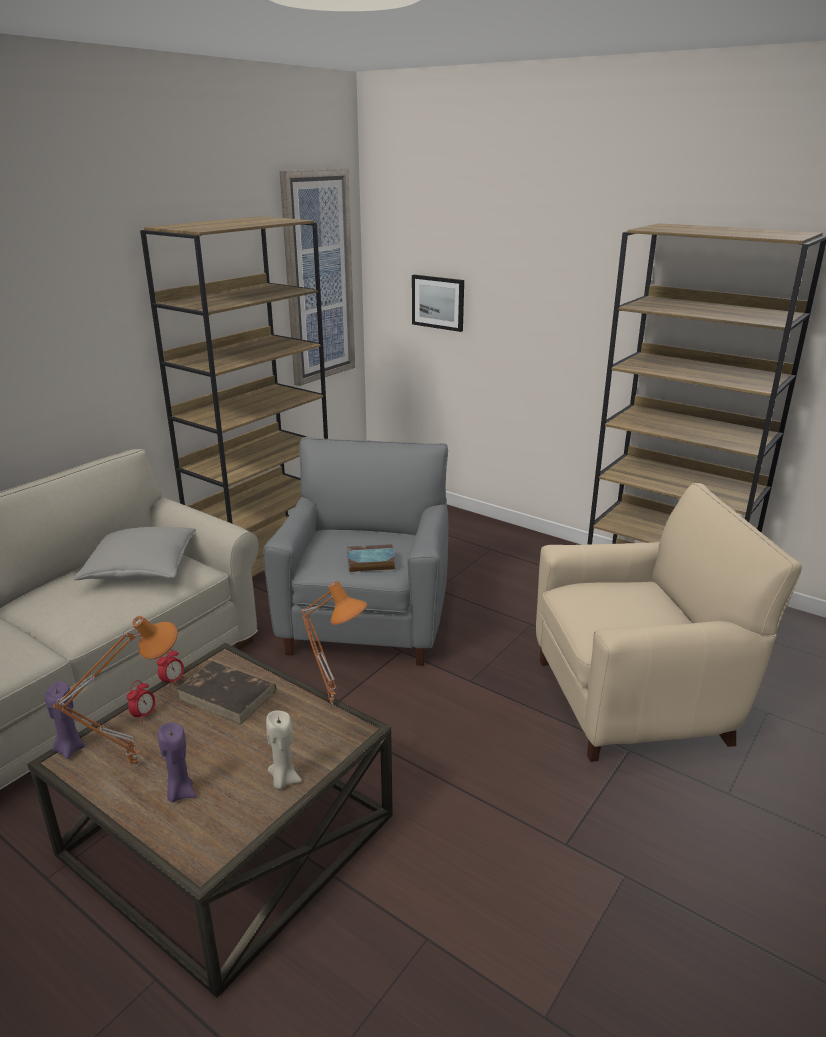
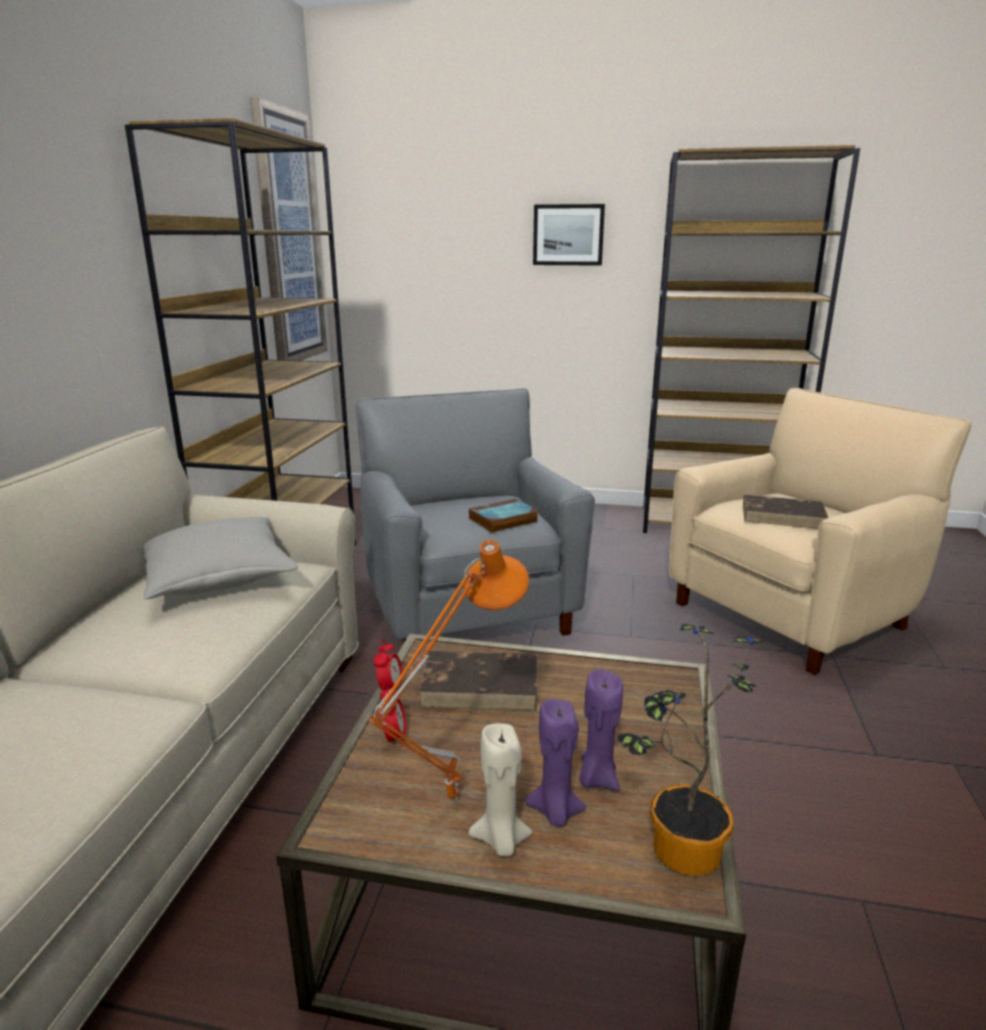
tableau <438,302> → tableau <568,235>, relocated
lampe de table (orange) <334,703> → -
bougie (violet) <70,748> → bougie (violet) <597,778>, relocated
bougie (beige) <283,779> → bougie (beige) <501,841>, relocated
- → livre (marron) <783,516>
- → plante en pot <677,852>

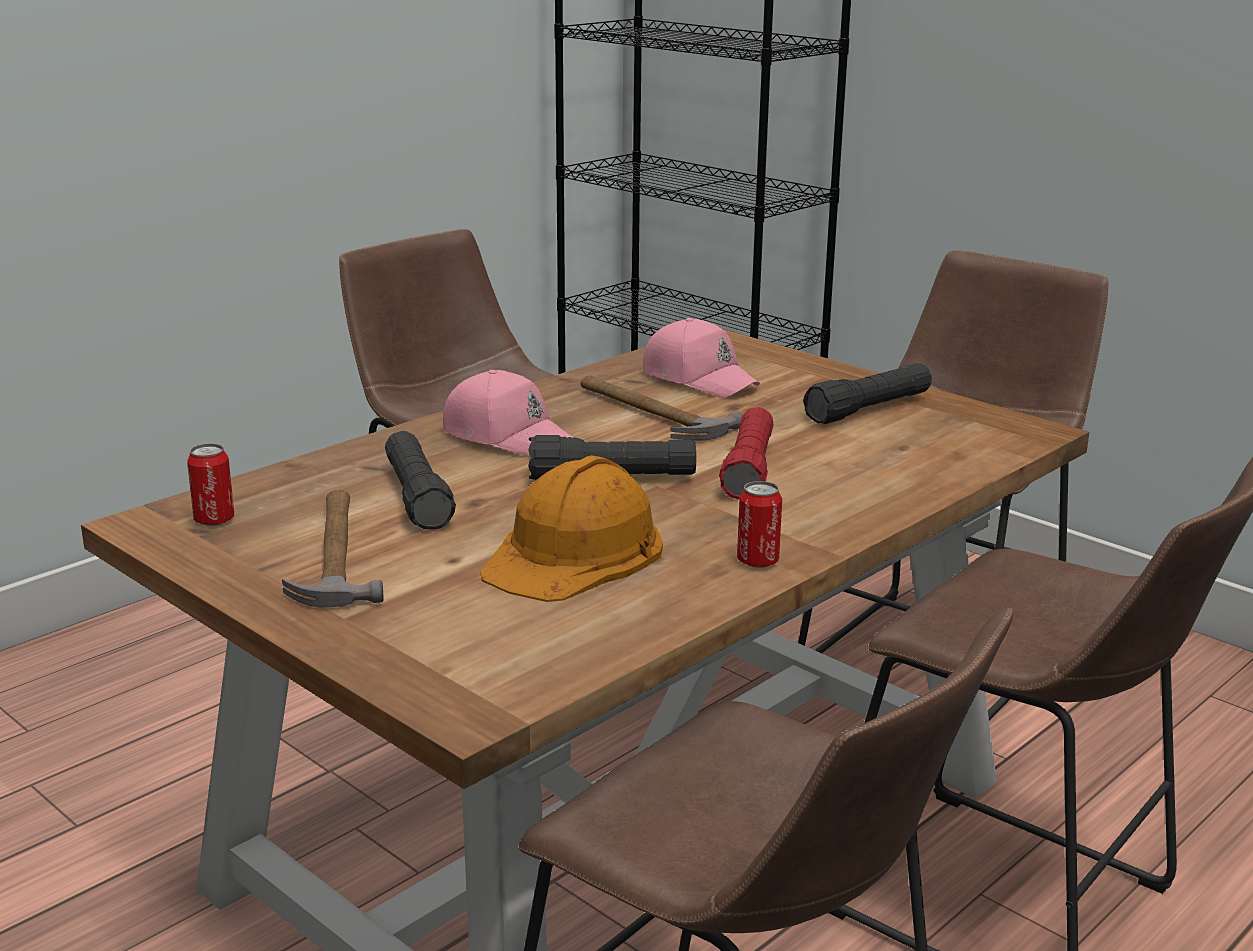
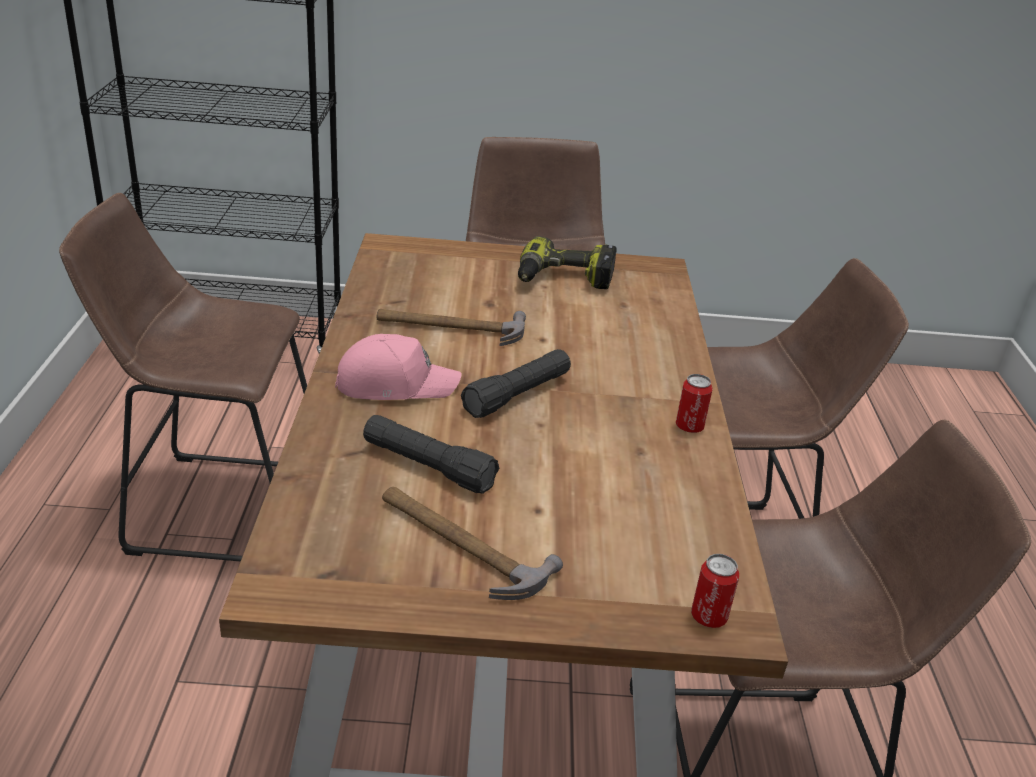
casquette (rose) <699,378> → -
lampe de poche (noir) <868,409> → perceuse <563,279>
lampe de poche (rouge) <749,470> → -
boîte métallique <214,520> → boîte métallique <708,617>, relocated
casque de chantier (orange) <575,553> → -

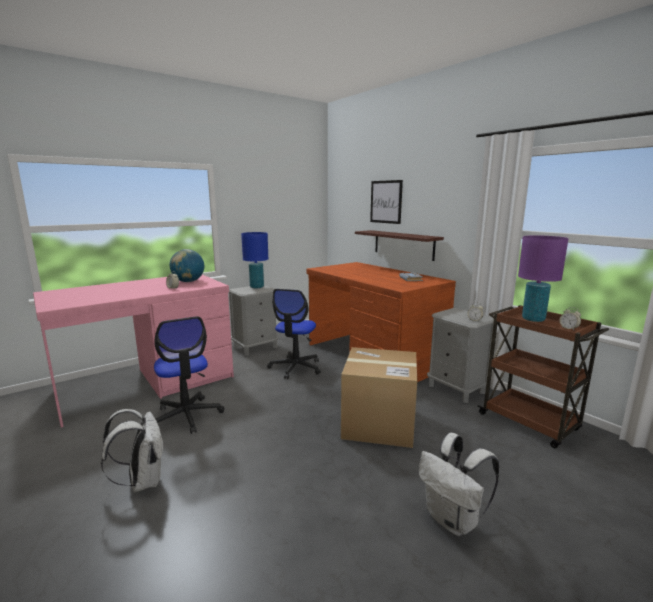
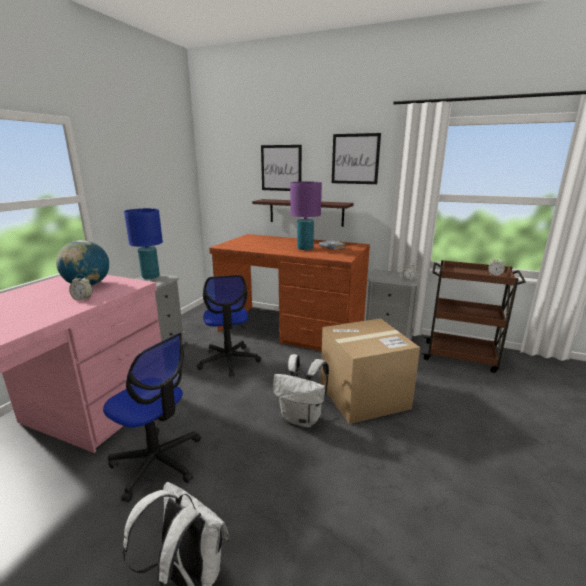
lampe de table (violet) <533,319> → lampe de table (violet) <305,248>, relocated
sac à dos (blanc) <453,520> → sac à dos (blanc) <302,418>, relocated
- → tableau <355,159>

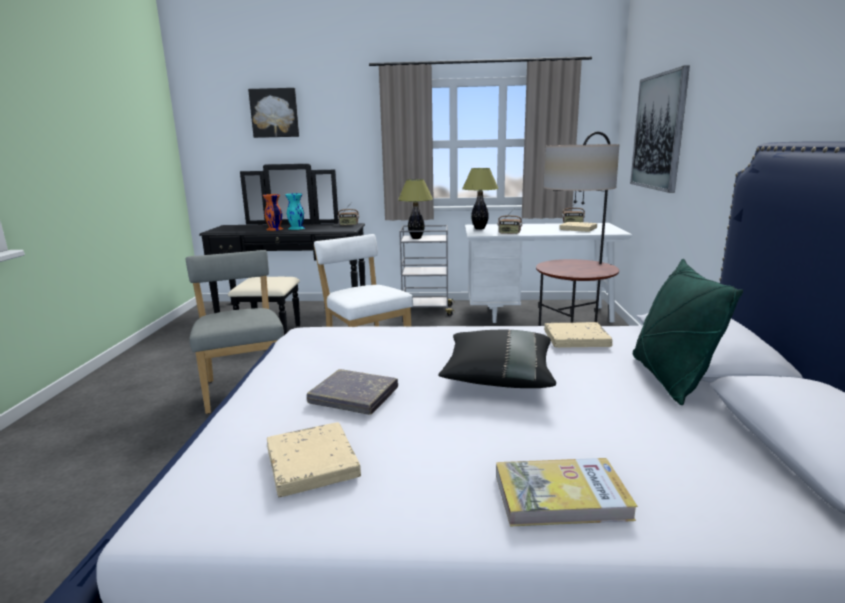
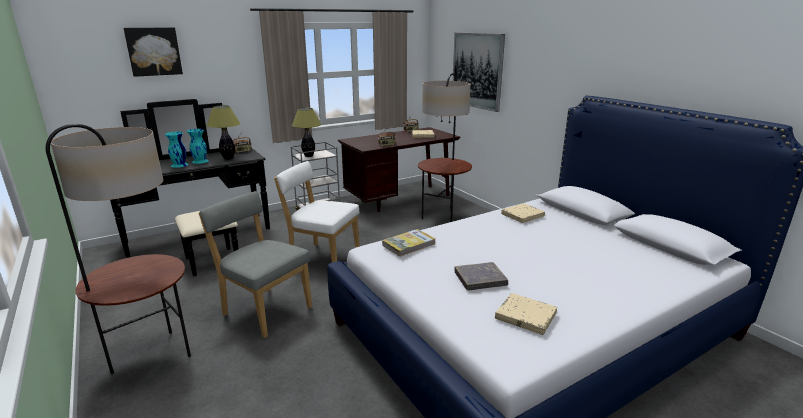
lampe de table <480,228> → lampe de table <228,158>, relocated
vase (orange) <274,229> → vase (turquoise) <179,165>
bureau (blanc) <538,315> → bureau (marron) <399,199>
coussin (vert) <669,379> → -
coussin (noir) <498,377> → -
livre <561,496> → livre <409,244>, relocated
- → lampadaire <151,356>

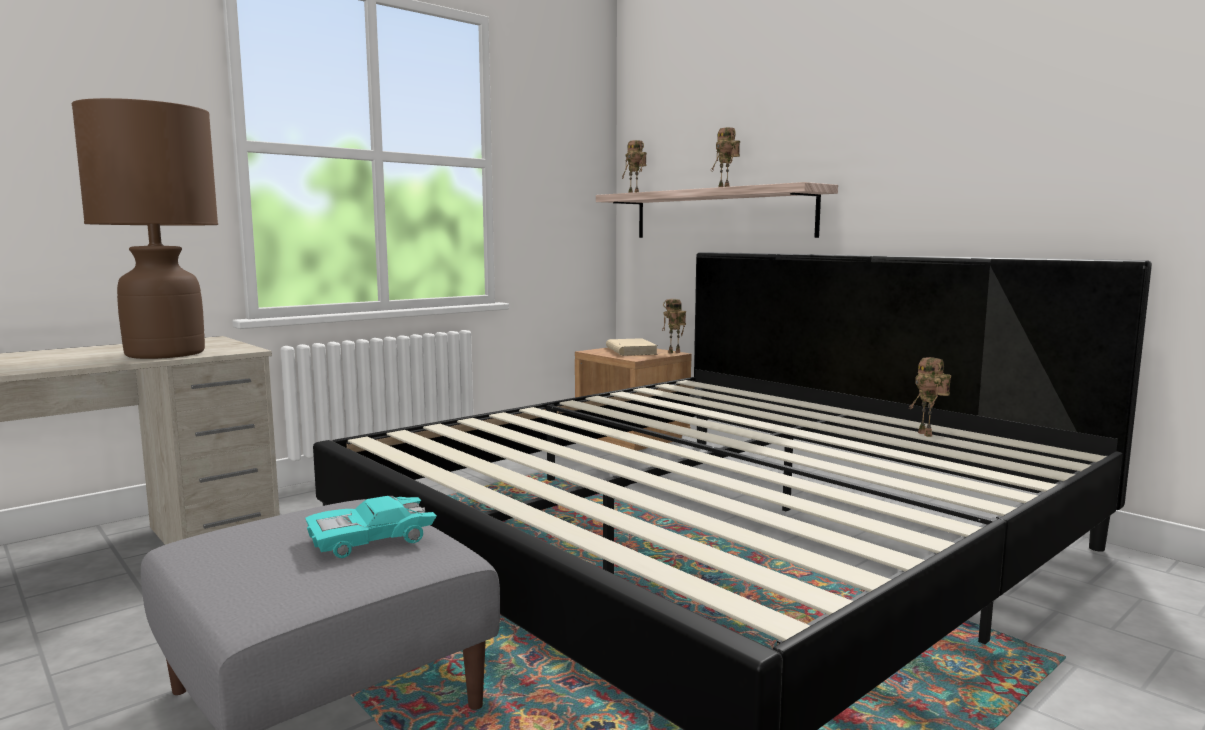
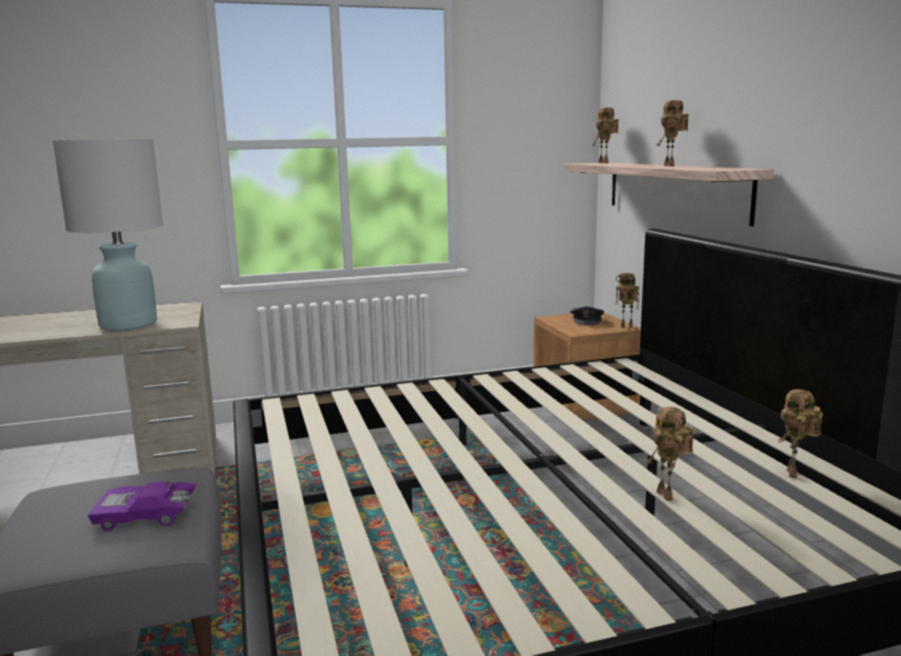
lampe de table (marron) <166,354> → lampe de table (blanc) <129,324>
livre (beige) <630,351> → casquette (gris) <587,320>
petite voiture (turquoise) <371,539> → petite voiture (violet) <146,515>
- → robot jouet <667,496>

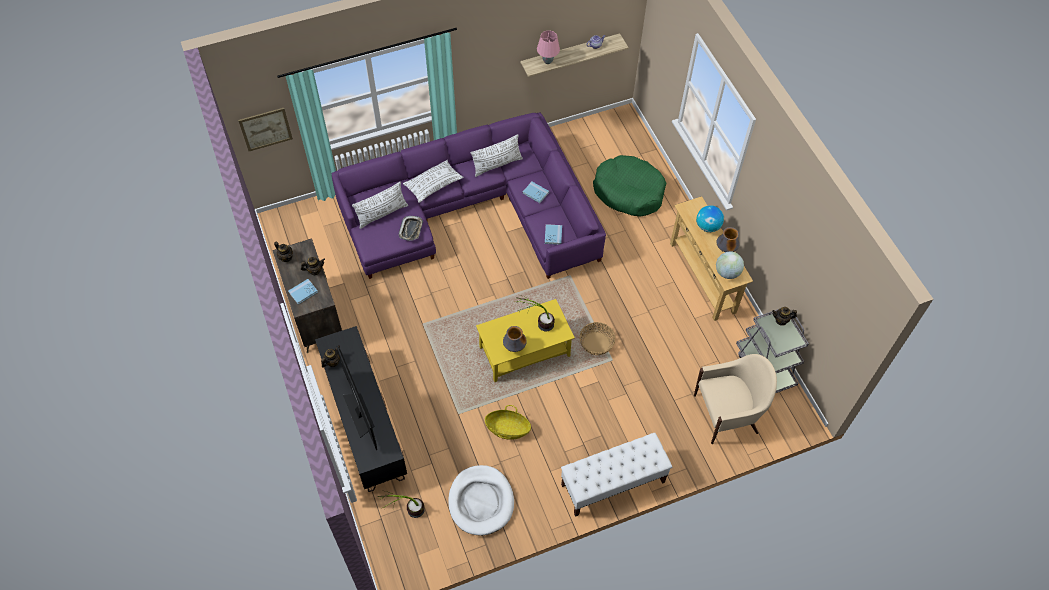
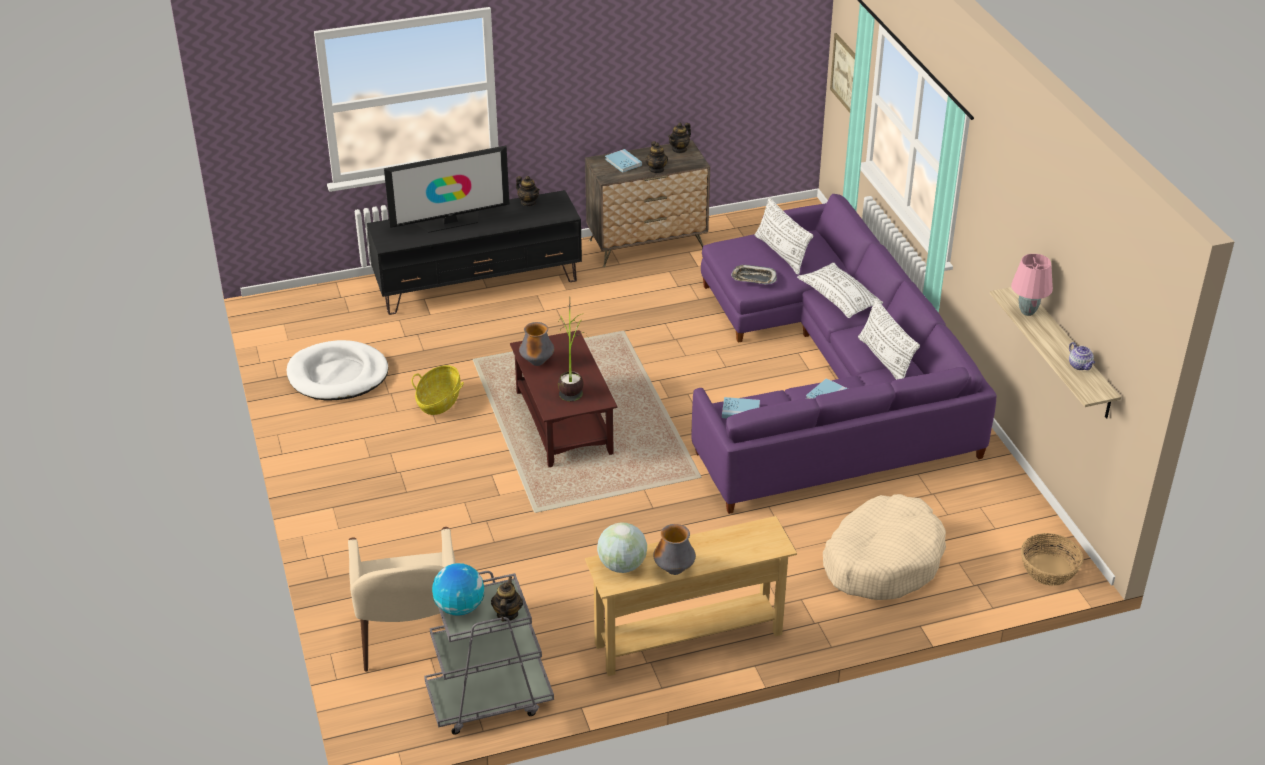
panier pour chien (vert) <628,192> → panier pour chien (beige) <883,560>
globe <707,226> → globe <459,607>, relocated
table basse (jaune) <525,351> → table basse (marron) <564,423>
panier <596,343> → panier <1049,570>, relocated
banc (blanc) <612,484> → -
plante en pot <405,511> → -

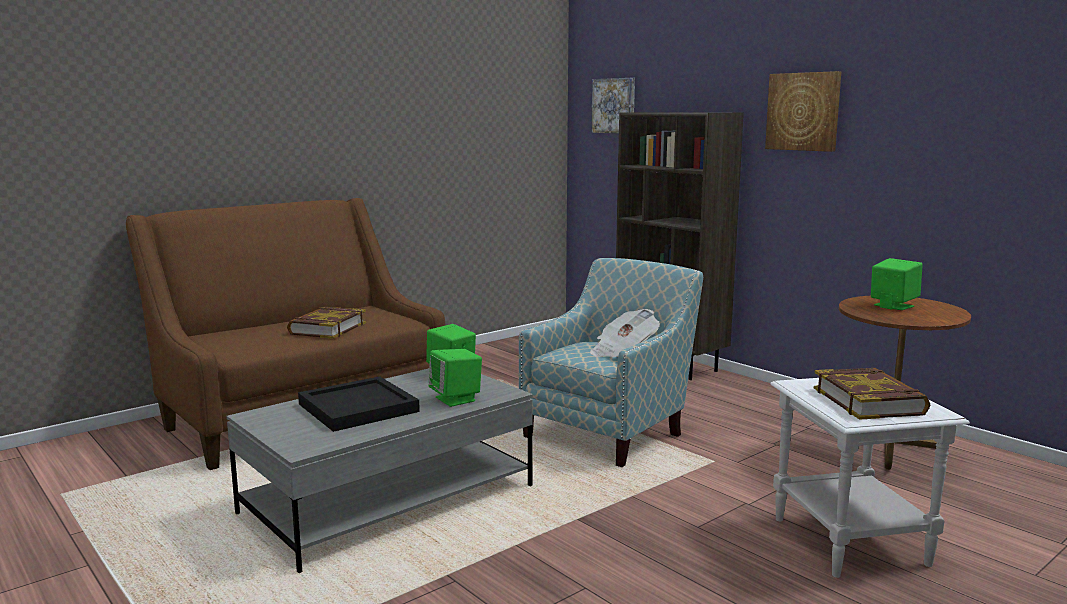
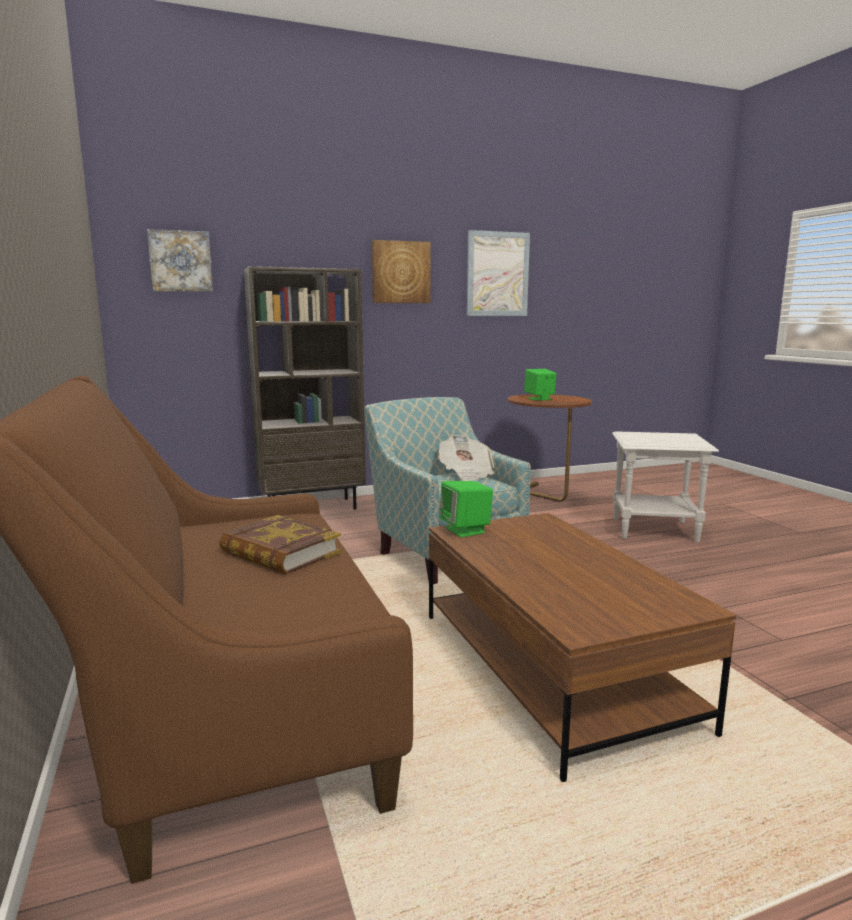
enceinte (vert) <456,399> → -
table basse (gris) <389,499> → table basse (marron) <550,668>
livre <869,401> → -
plateau (noir) <359,408> → -
- → tableau <497,274>

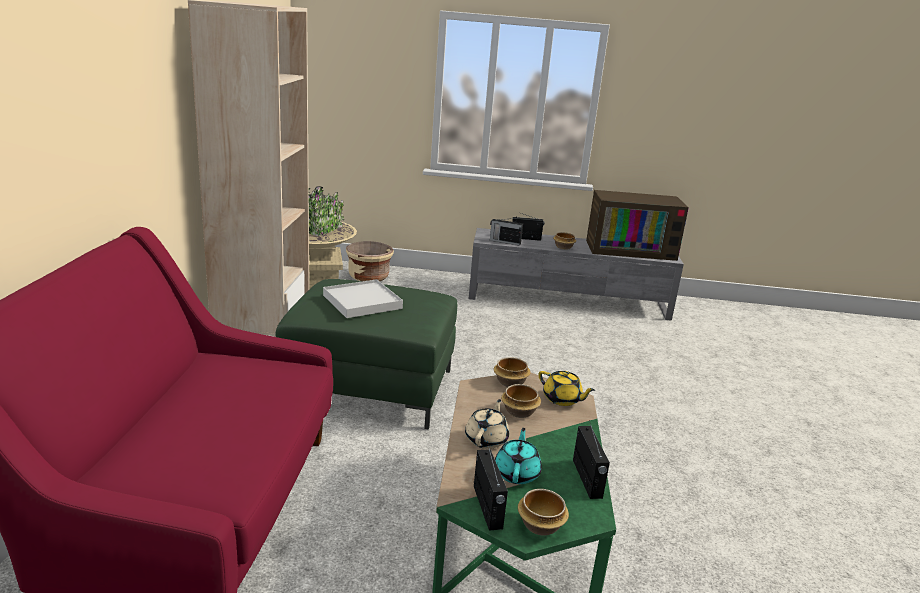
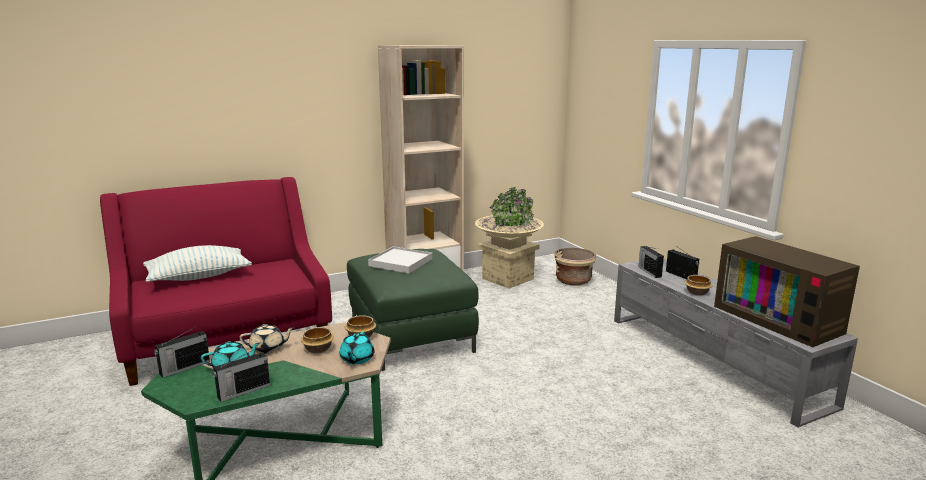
théière (jaune) <562,399> → théière (turquoise) <357,359>
bol <541,525> → -
- → coussin <199,277>

